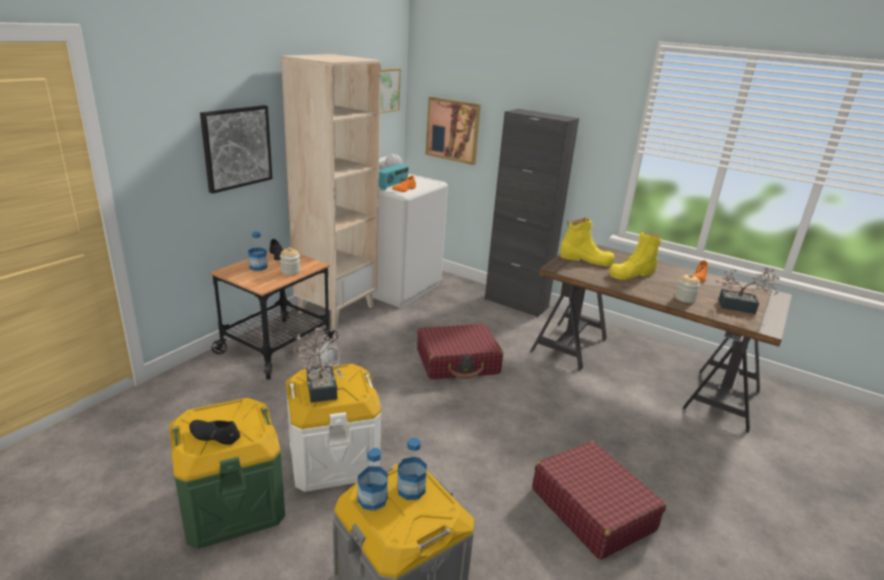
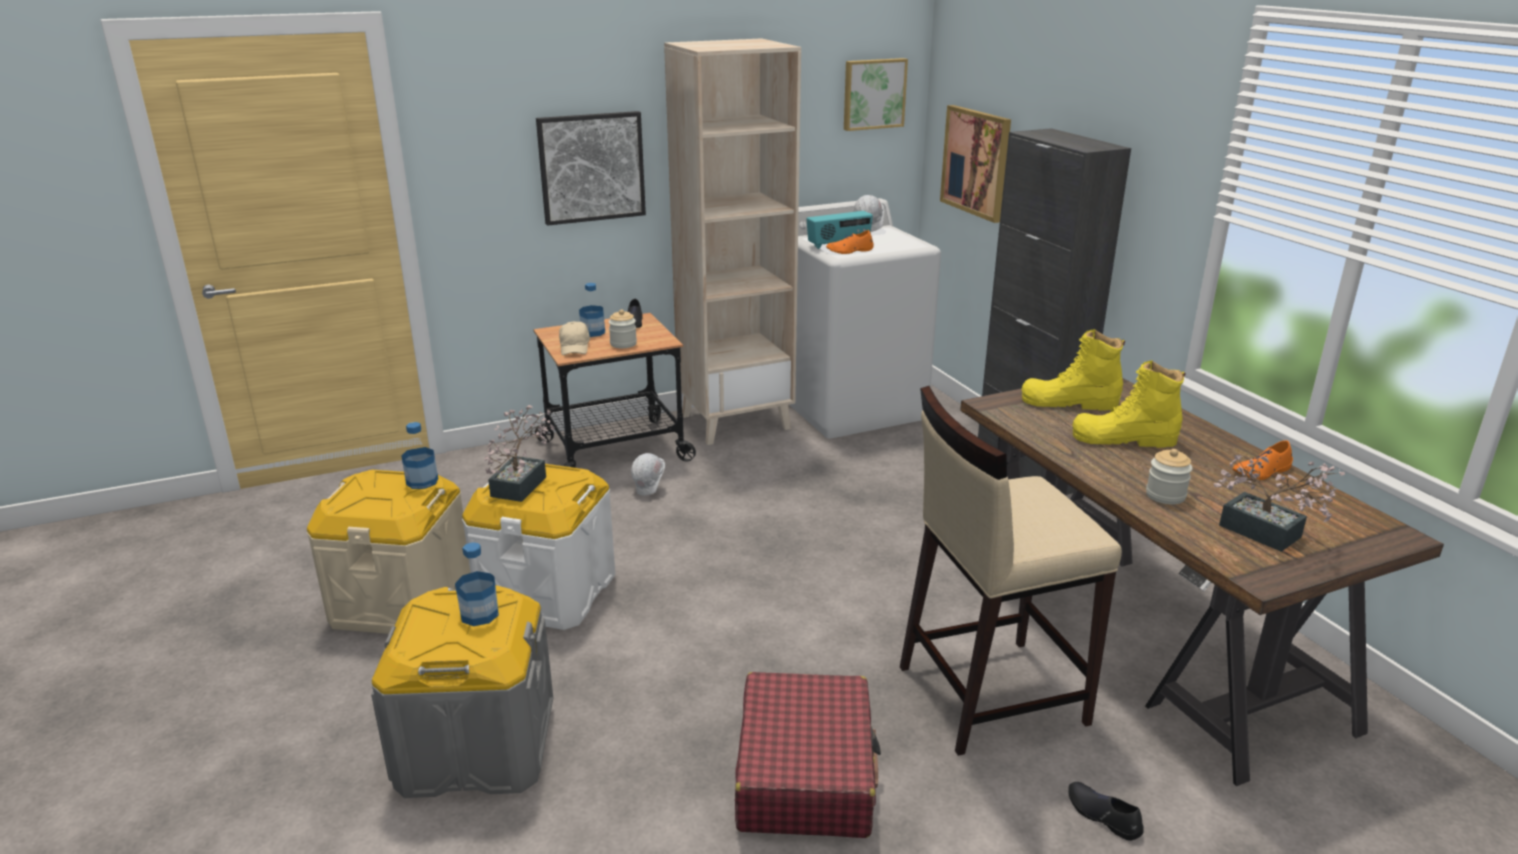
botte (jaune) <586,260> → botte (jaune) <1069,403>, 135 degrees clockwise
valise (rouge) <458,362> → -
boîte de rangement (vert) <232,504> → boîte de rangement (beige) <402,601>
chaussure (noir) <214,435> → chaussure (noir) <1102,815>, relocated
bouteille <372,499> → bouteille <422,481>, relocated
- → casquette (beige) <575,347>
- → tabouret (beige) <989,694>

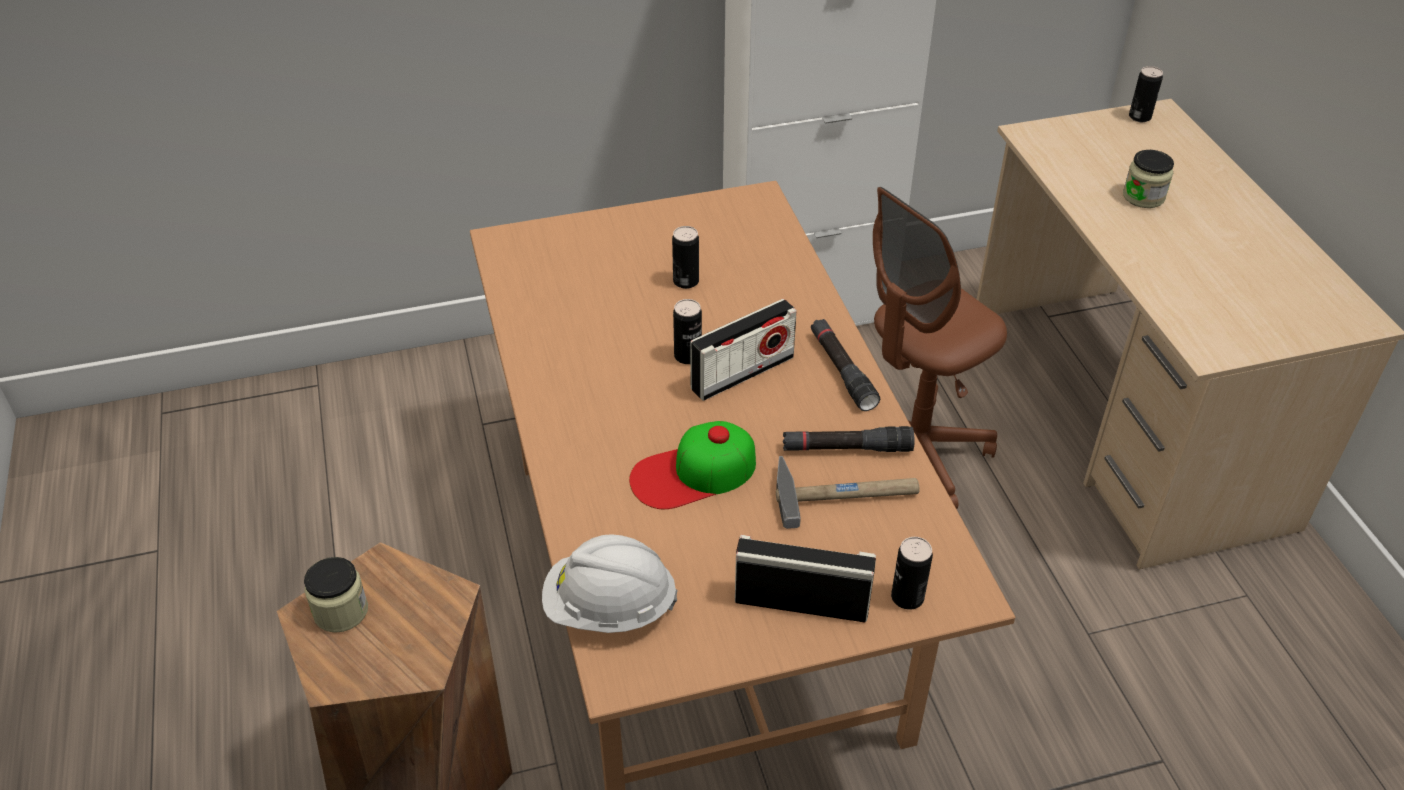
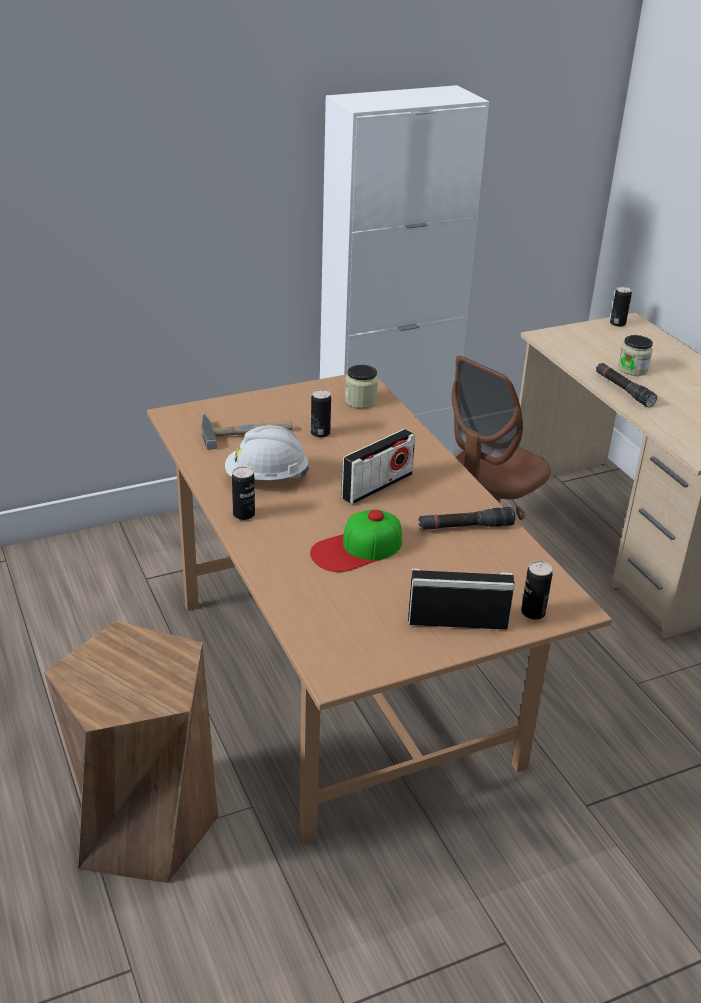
boîte métallique <687,356> → boîte métallique <244,514>, relocated
lampe de poche (noir) <842,371> → lampe de poche (noir) <623,390>, relocated
marteau <846,493> → marteau <246,432>, relocated
casque de chantier (blanc) <609,608> → casque de chantier (blanc) <266,478>, relocated
bocal <341,611> → bocal <360,401>, relocated

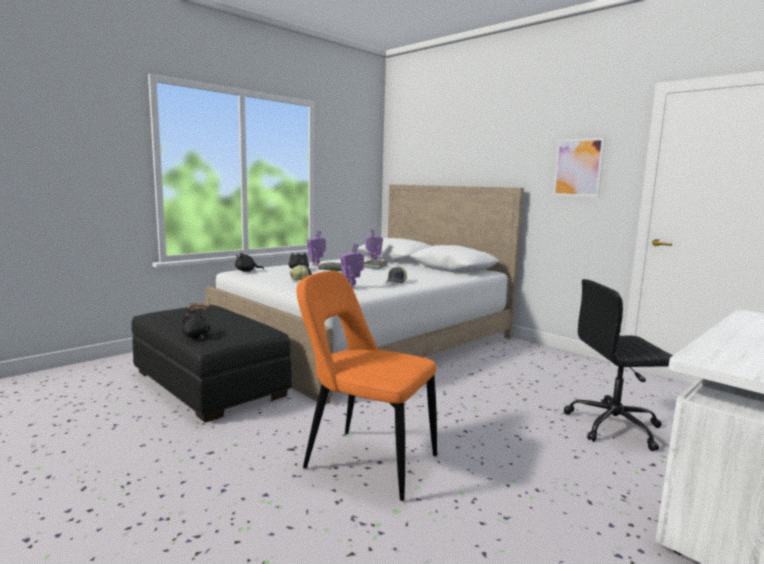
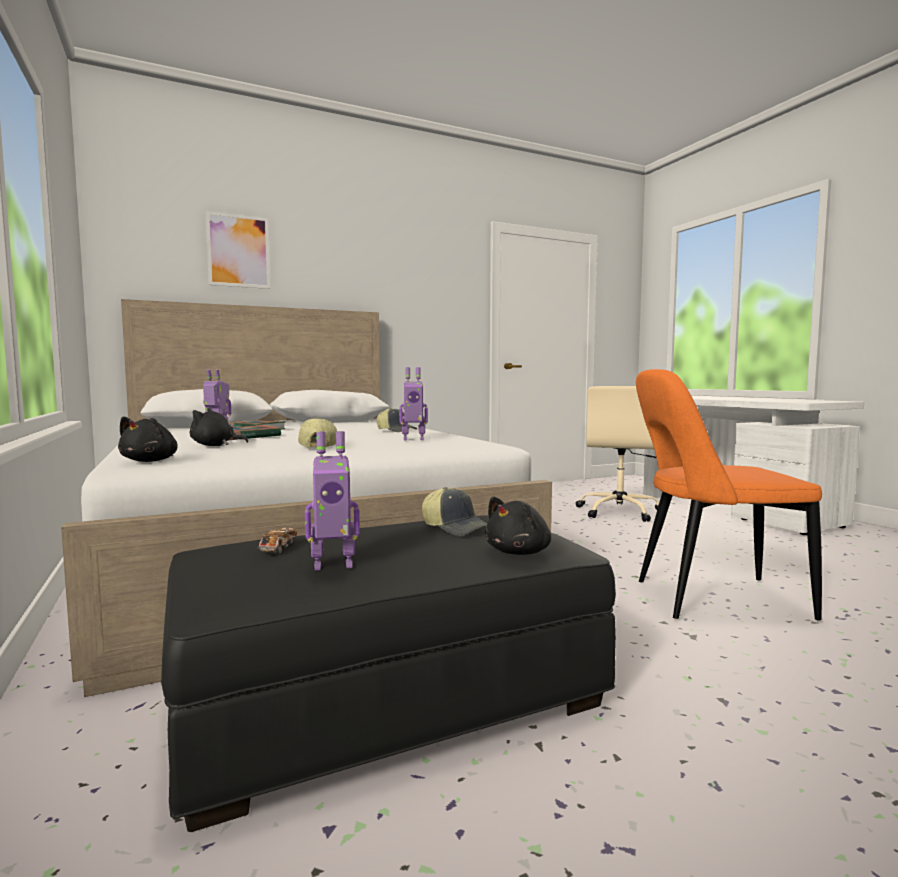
tableau <578,167> → tableau <238,251>, relocated
robot jouet <316,265> → robot jouet <333,564>, relocated
chaise (orange) <365,461> → chaise (orange) <712,599>, 45 degrees clockwise
chaise de bureau (noir) <615,426> → chaise de bureau (beige) <619,511>
- → casquette <456,528>

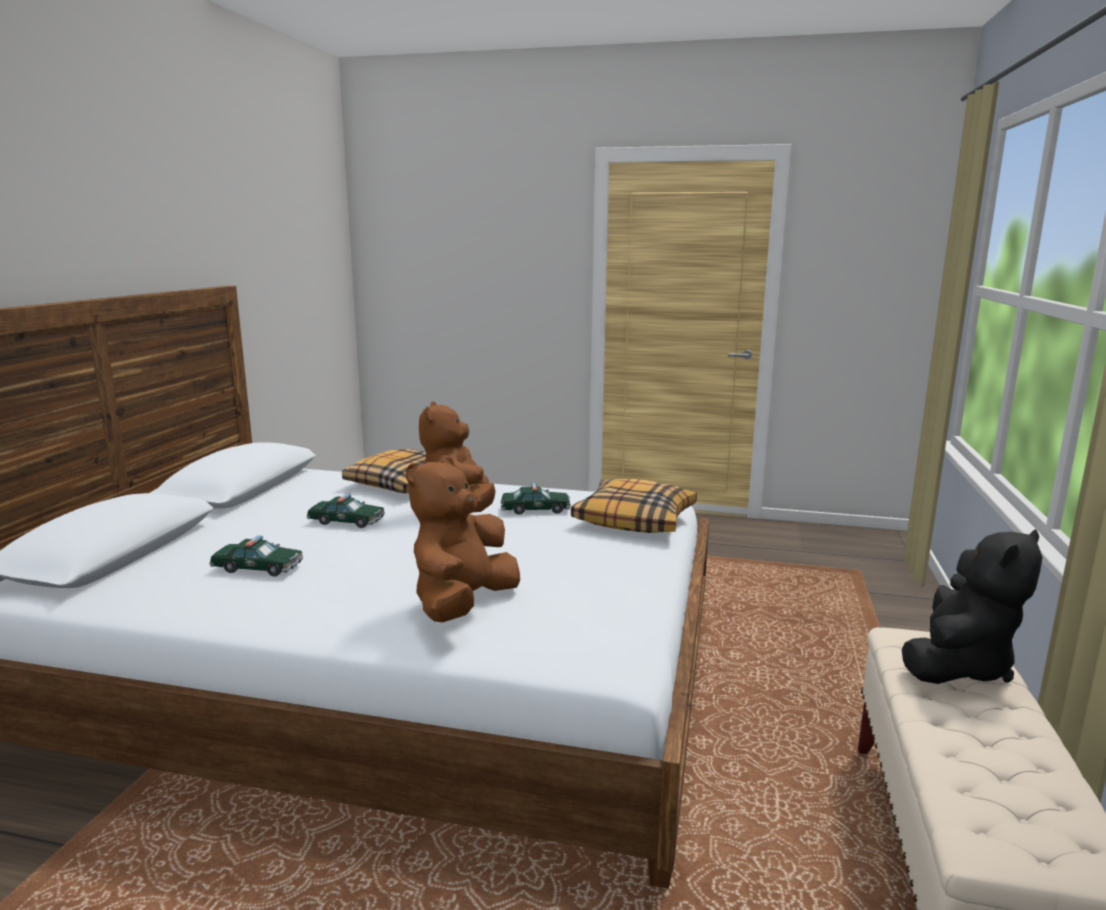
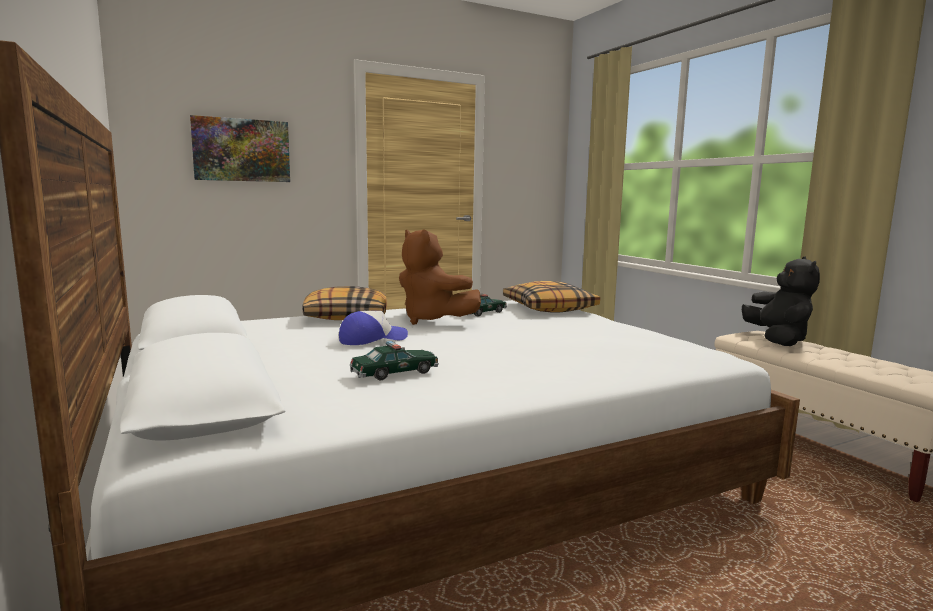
peluche (marron) <462,605> → -
petite voiture <346,521> → casquette <372,339>
- → tableau <241,150>

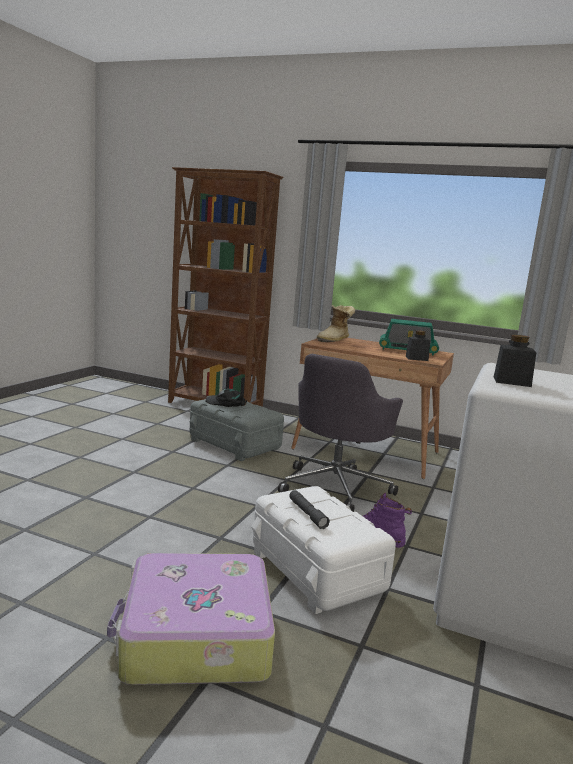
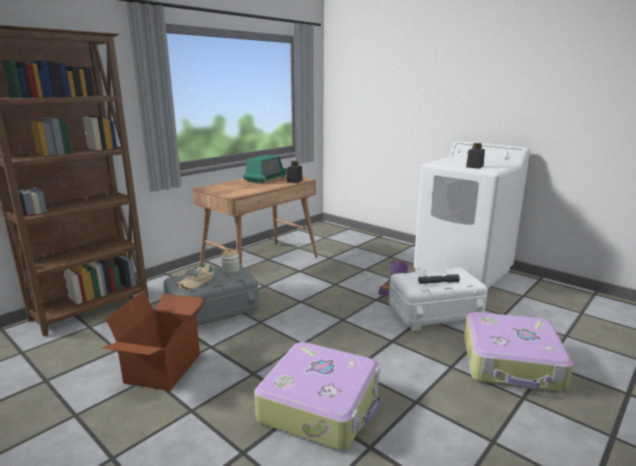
botte <335,340> → -
chaise de bureau (gris) <336,487> → -
casquette (noir) <226,403> → casquette (beige) <196,281>
- → bocal <231,270>
- → carton <164,369>
- → valise <321,405>

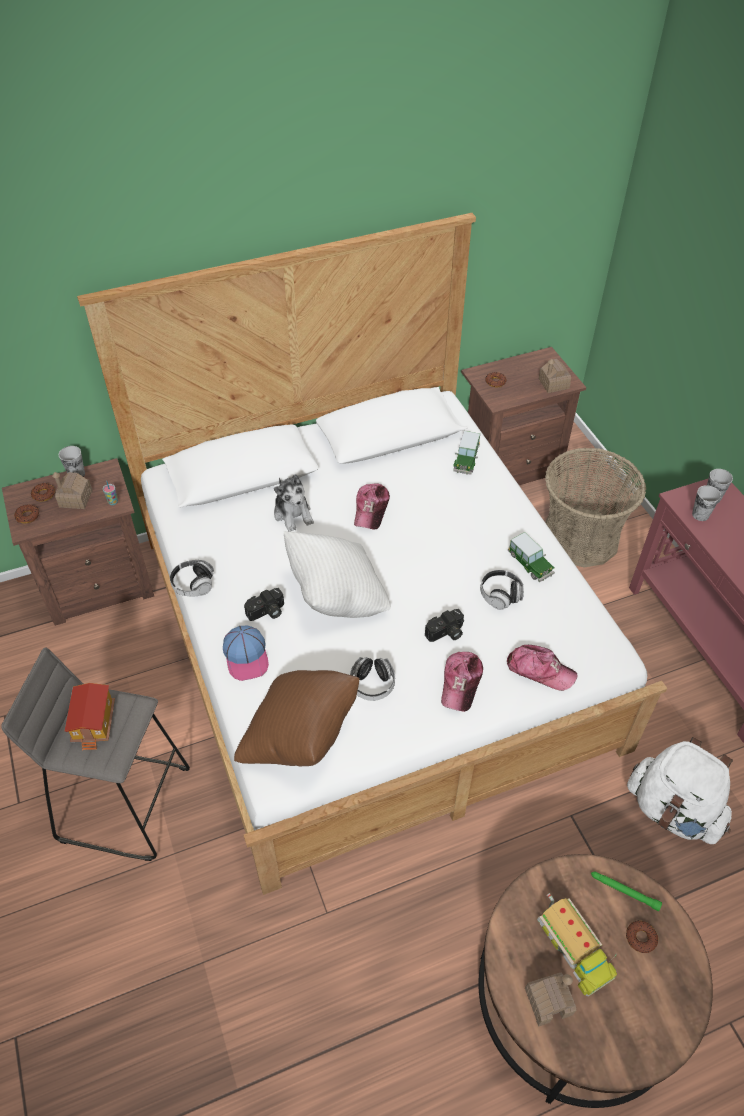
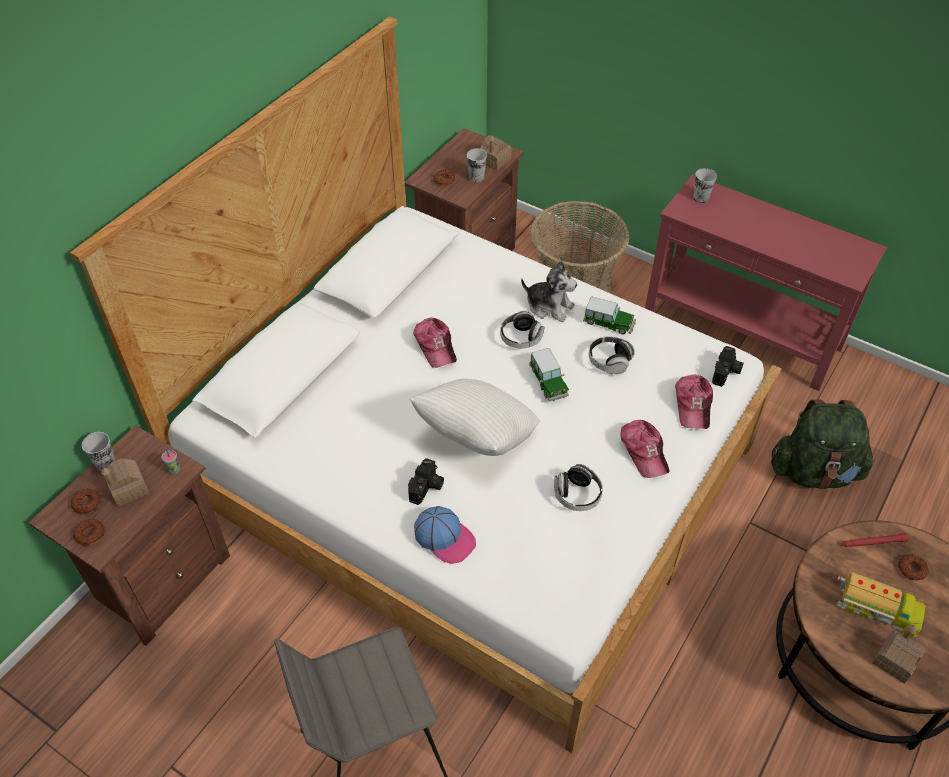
petite voiture <466,460> → petite voiture <548,382>, relocated
peluche <293,514> → peluche <549,306>, relocated
tasse <700,515> → tasse <476,177>, relocated
casque audio <193,584> → casque audio <520,338>, relocated
appareil photo <446,633> → appareil photo <726,373>, relocated
casquette <540,670> → casquette <693,405>, 105 degrees clockwise
coussin (marron) <300,738> → -
maison miniature <95,723> → -
sac à dos (blanc) <673,810> → sac à dos (vert) <814,472>
lampe de poche (vert) <624,891> → lampe de poche (rouge) <873,543>

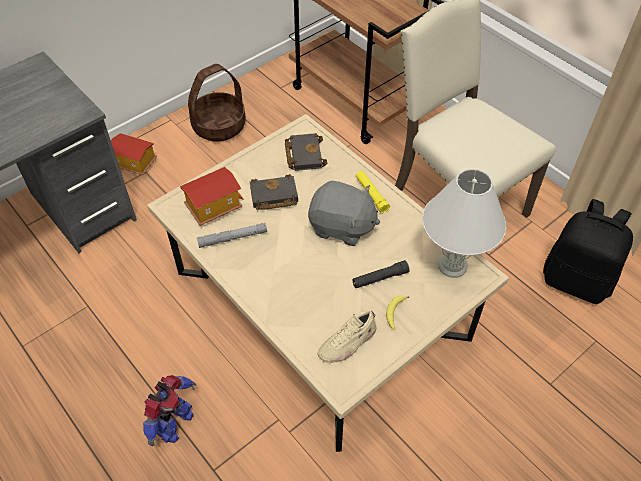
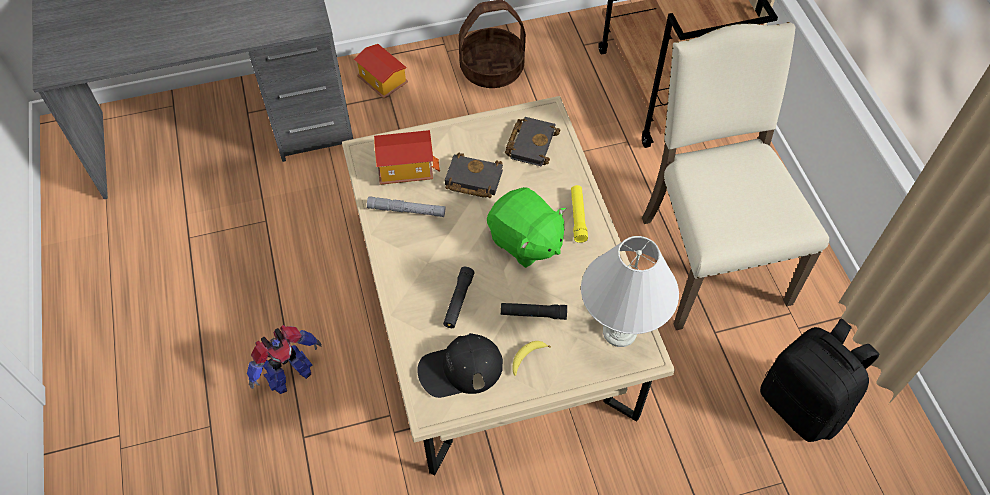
peluche (gris) <342,227> → peluche (vert) <525,241>
chaussure (beige) <347,343> → casquette (noir) <460,369>
- → lampe de poche (noir) <458,301>

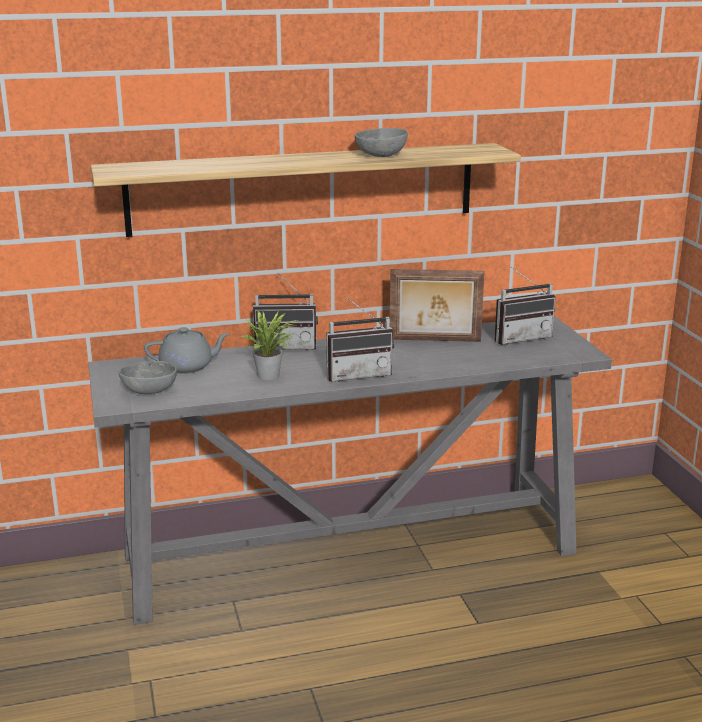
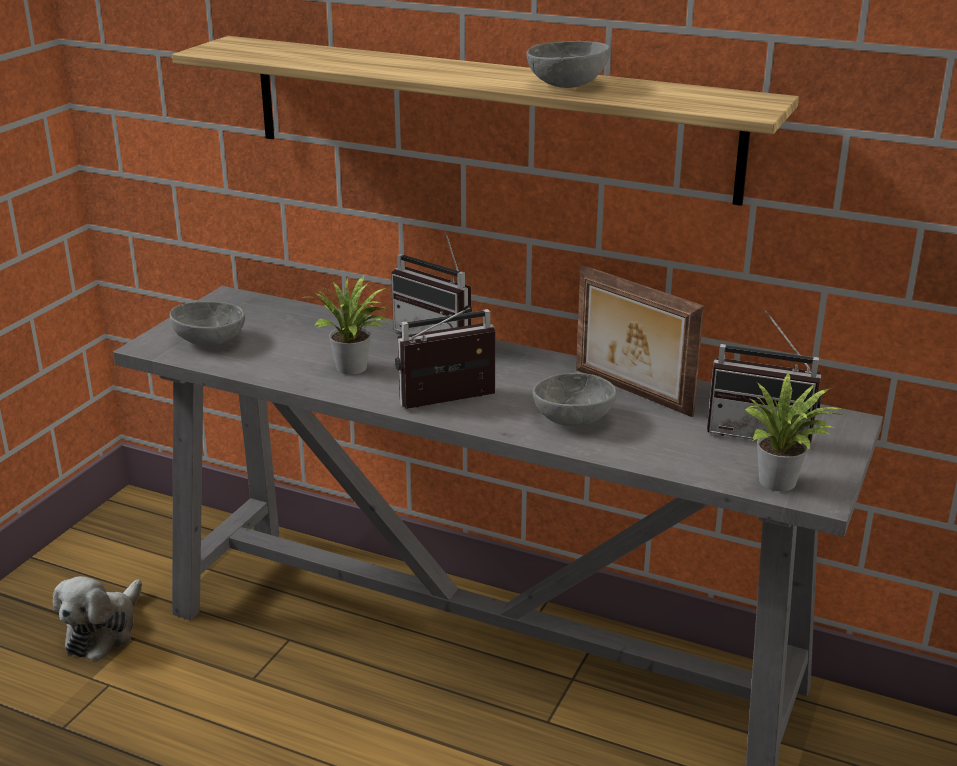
radio <358,374> → radio <450,404>, 135 degrees clockwise
théière (gris) <188,367> → -
- → plante en pot <781,483>
- → bol (gris) <571,418>
- → peluche <103,631>

